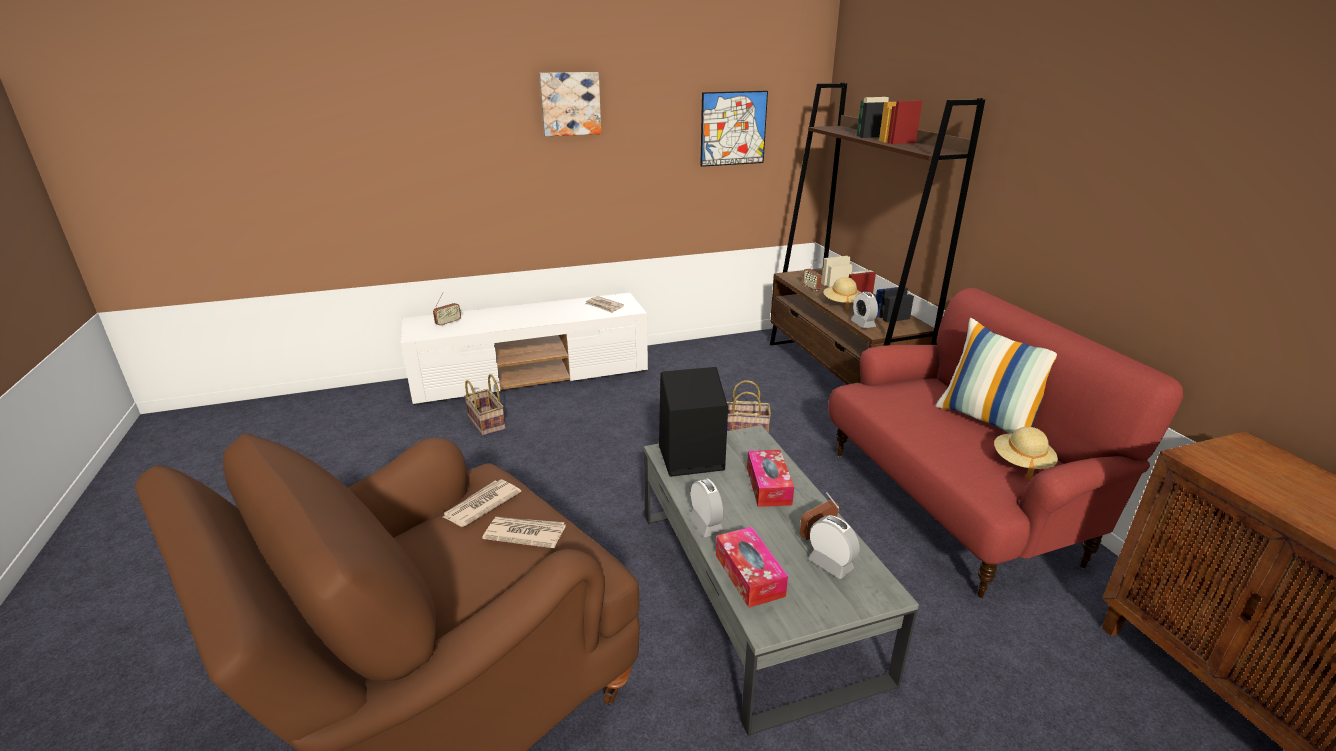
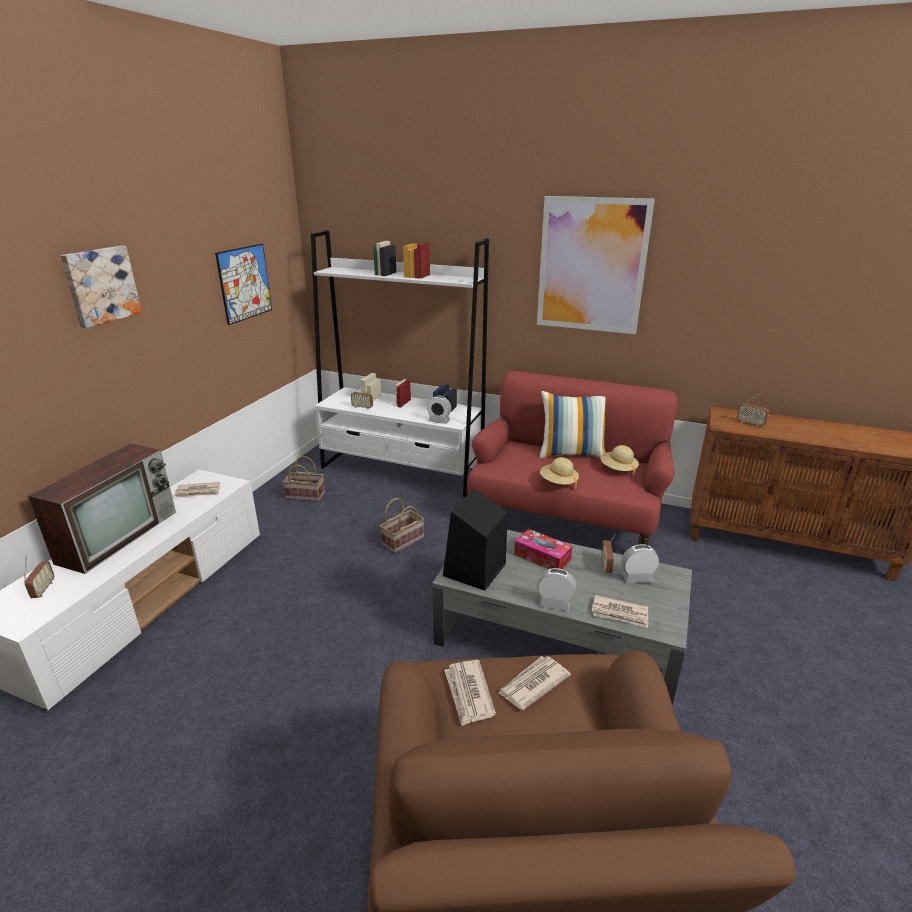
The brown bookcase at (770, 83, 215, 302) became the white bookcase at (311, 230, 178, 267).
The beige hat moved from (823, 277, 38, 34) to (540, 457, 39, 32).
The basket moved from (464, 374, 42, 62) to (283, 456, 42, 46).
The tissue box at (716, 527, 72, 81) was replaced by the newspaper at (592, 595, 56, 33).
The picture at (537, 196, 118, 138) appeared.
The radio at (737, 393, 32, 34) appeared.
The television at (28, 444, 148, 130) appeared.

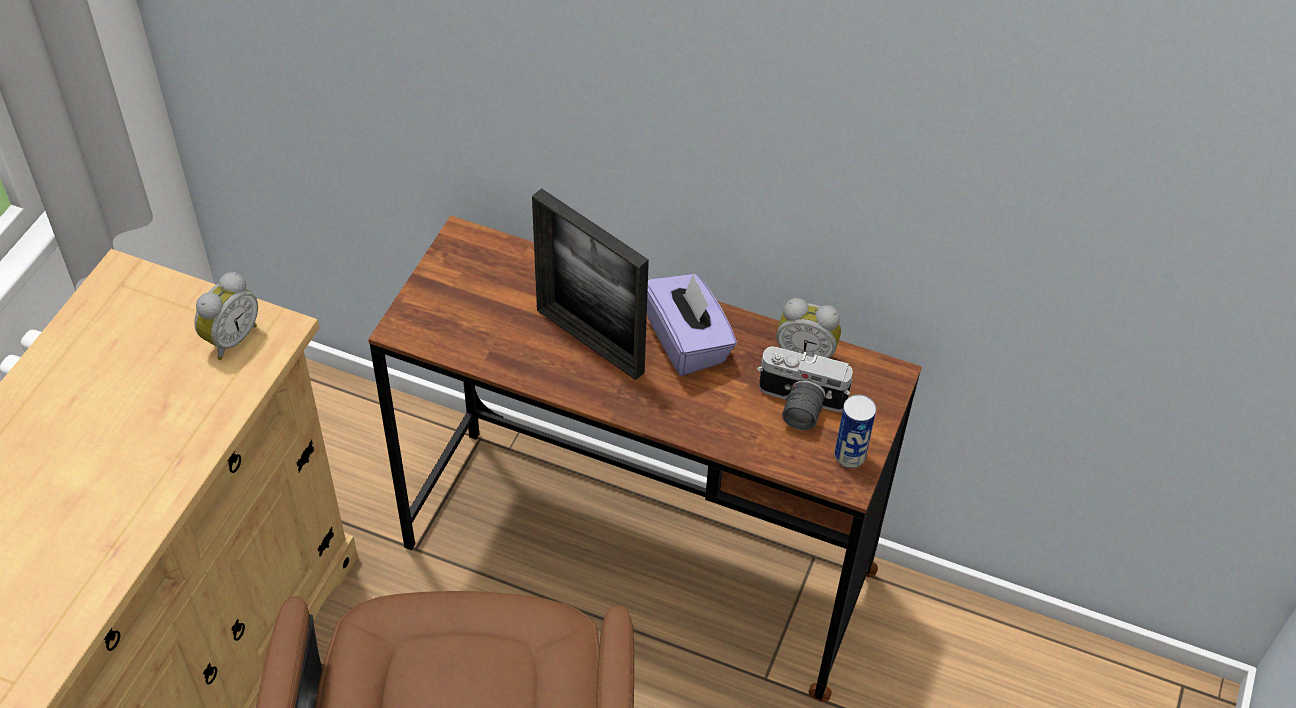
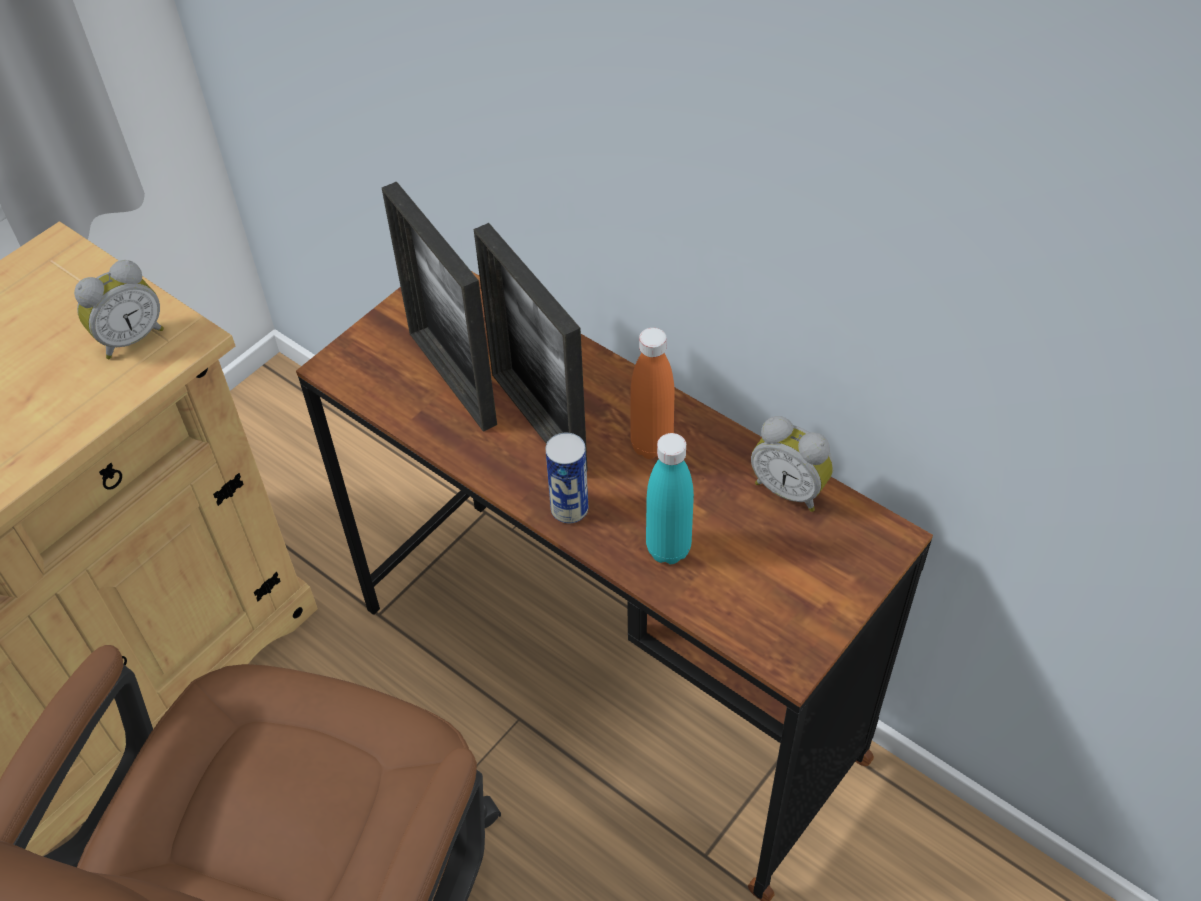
The purple tissue box at (647, 273, 90, 103) was replaced by the orange bottle at (630, 328, 45, 131).
The photo camera at (757, 347, 96, 83) disappeared.
The can moved from (835, 395, 41, 73) to (545, 433, 43, 90).
The picture frame at (382, 182, 115, 250) appeared.
The turquoise bottle at (646, 433, 48, 131) appeared.

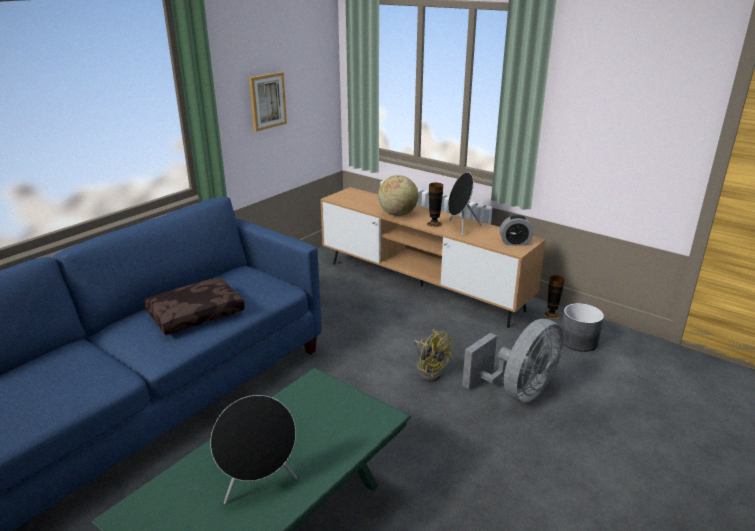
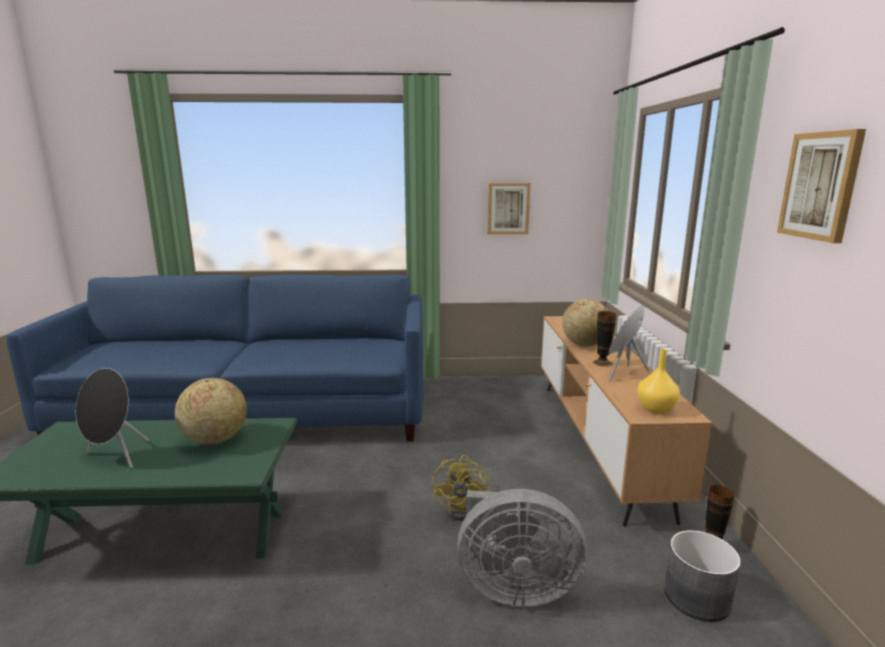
The alarm clock at (500, 215, 33, 31) was replaced by the yellow vase at (637, 349, 43, 65).
The brown pillow at (144, 277, 101, 58) disappeared.
The picture at (777, 129, 89, 114) appeared.
The globe at (175, 378, 72, 67) appeared.

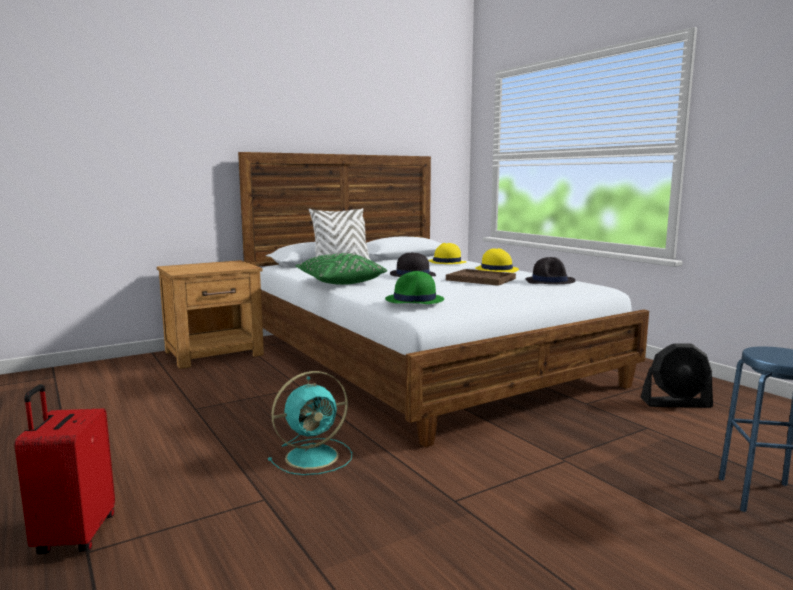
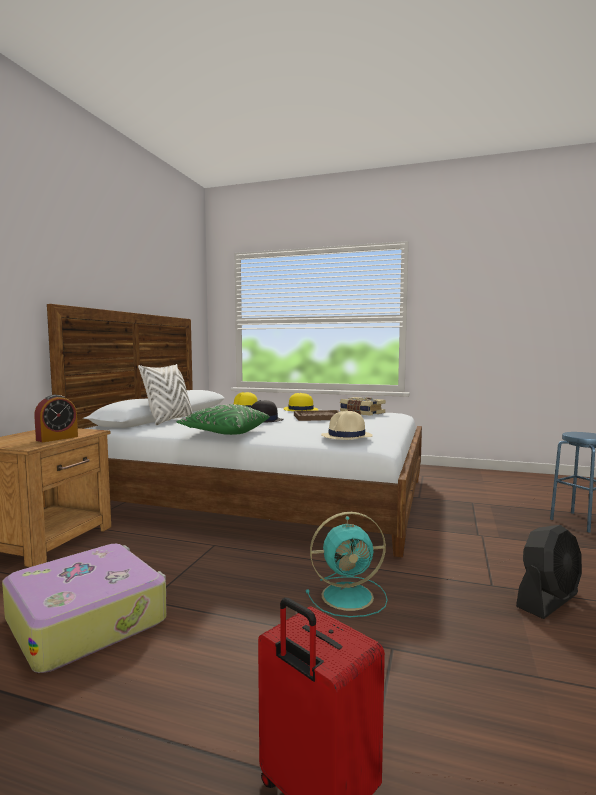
The black hat at (525, 257, 51, 27) was replaced by the book at (340, 397, 46, 19).
The green hat at (385, 271, 59, 33) became the beige hat at (321, 411, 52, 29).
The black fan moved from (641, 343, 72, 65) to (516, 525, 66, 94).
The turquoise fan at (268, 371, 84, 104) turned 60 degrees clockwise.
The alarm clock at (34, 395, 44, 47) appeared.
The suitcase at (2, 544, 165, 129) appeared.

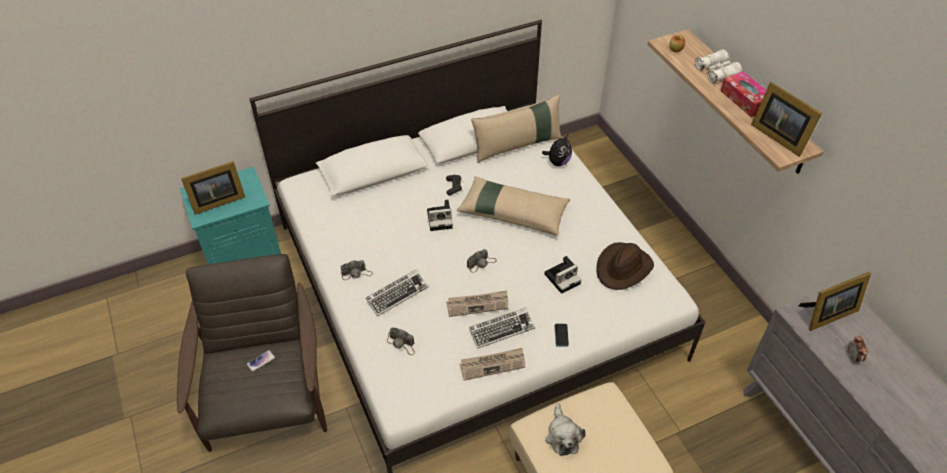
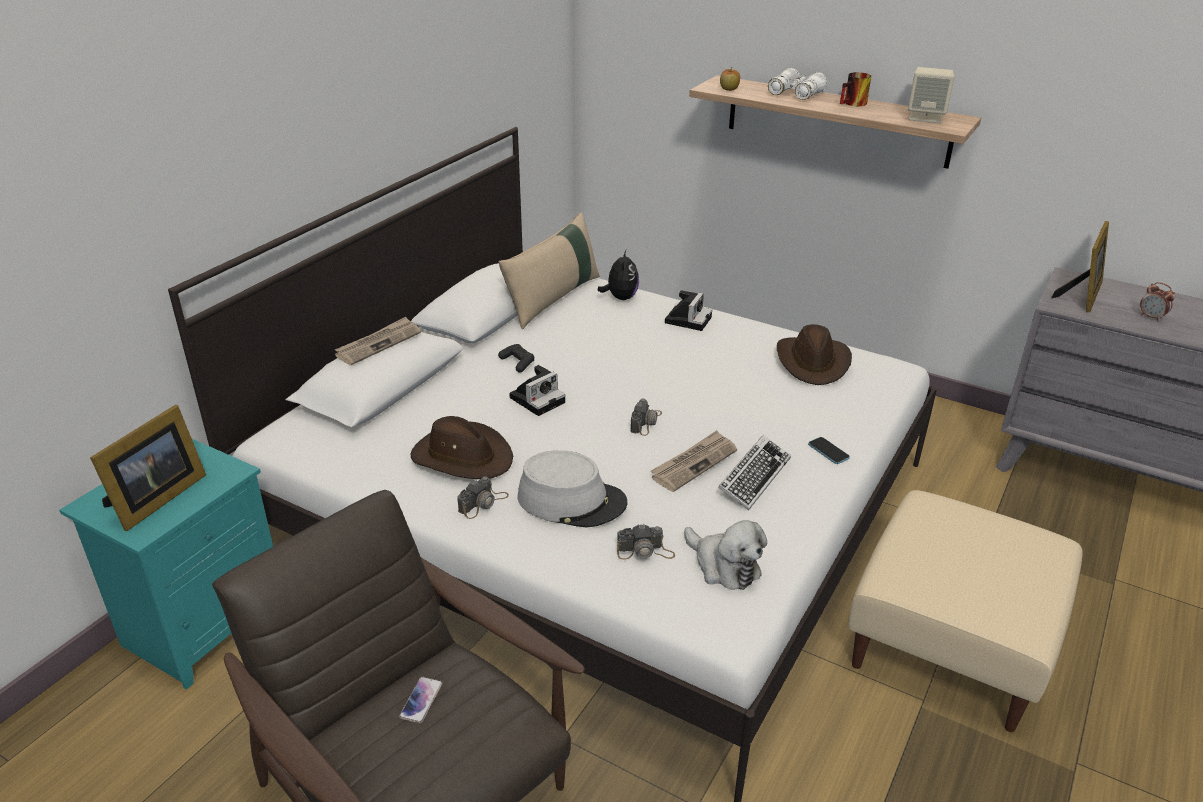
The tissue box at (720, 71, 46, 46) was replaced by the mug at (840, 72, 31, 34).
The picture frame at (751, 82, 71, 75) was replaced by the beige speaker at (908, 67, 46, 56).
The beige pillow at (457, 176, 113, 59) disappeared.
The photo camera moved from (544, 256, 37, 38) to (665, 290, 47, 41).
The keyboard at (366, 269, 62, 48) was replaced by the grey hat at (518, 450, 110, 78).
The newspaper moved from (459, 348, 66, 33) to (335, 317, 86, 48).
The plush toy moved from (546, 403, 40, 53) to (684, 520, 83, 70).
The brown hat at (411, 416, 102, 63) appeared.

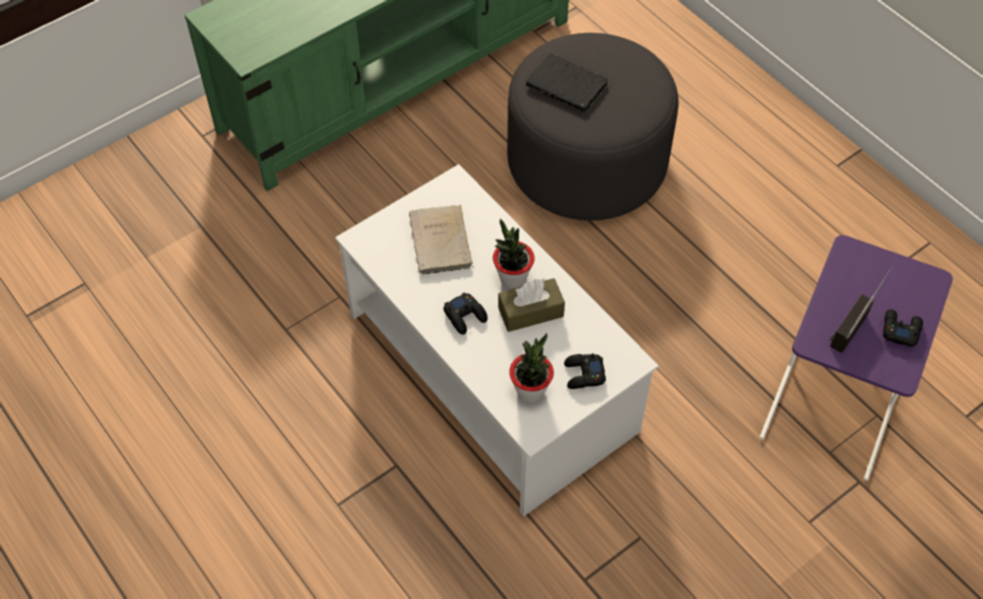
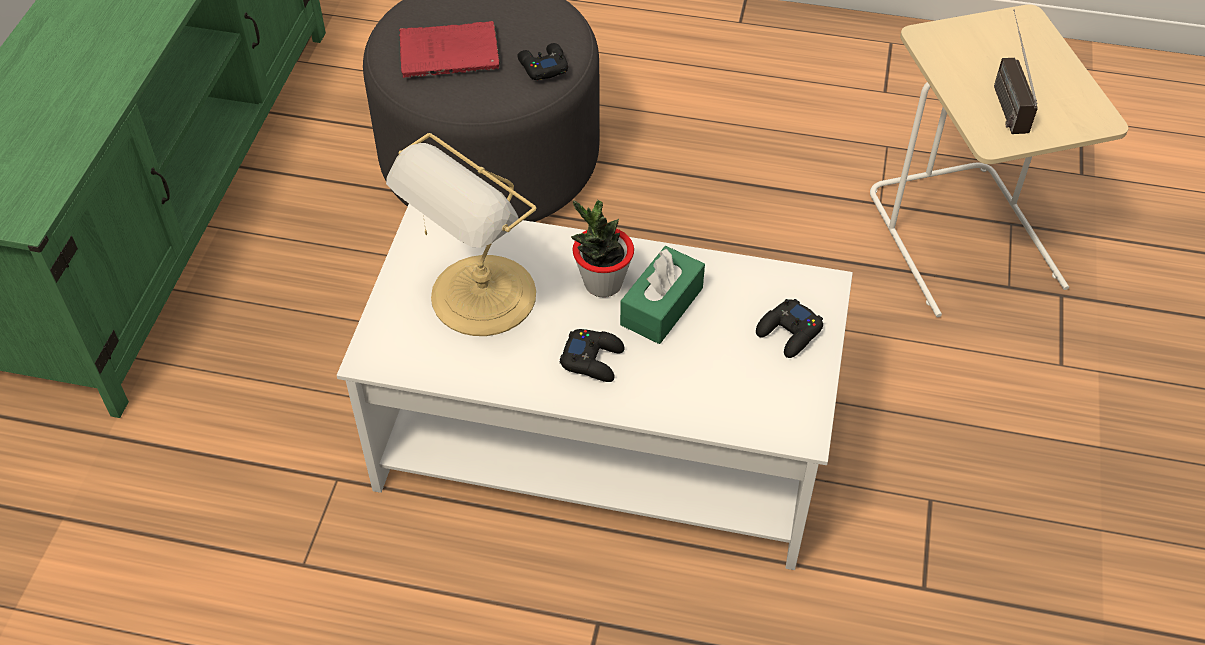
The black book at (526, 53, 84, 59) became the red book at (399, 21, 102, 57).
The beige book at (409, 205, 64, 69) was replaced by the table lamp at (386, 133, 150, 203).
The purple side table at (759, 235, 194, 246) became the beige side table at (870, 5, 258, 312).
The brown tissue box at (498, 278, 67, 54) became the green tissue box at (620, 246, 85, 98).
The black game controller moved from (883, 309, 40, 38) to (517, 43, 51, 37).
The potted plant at (509, 333, 45, 69) disappeared.

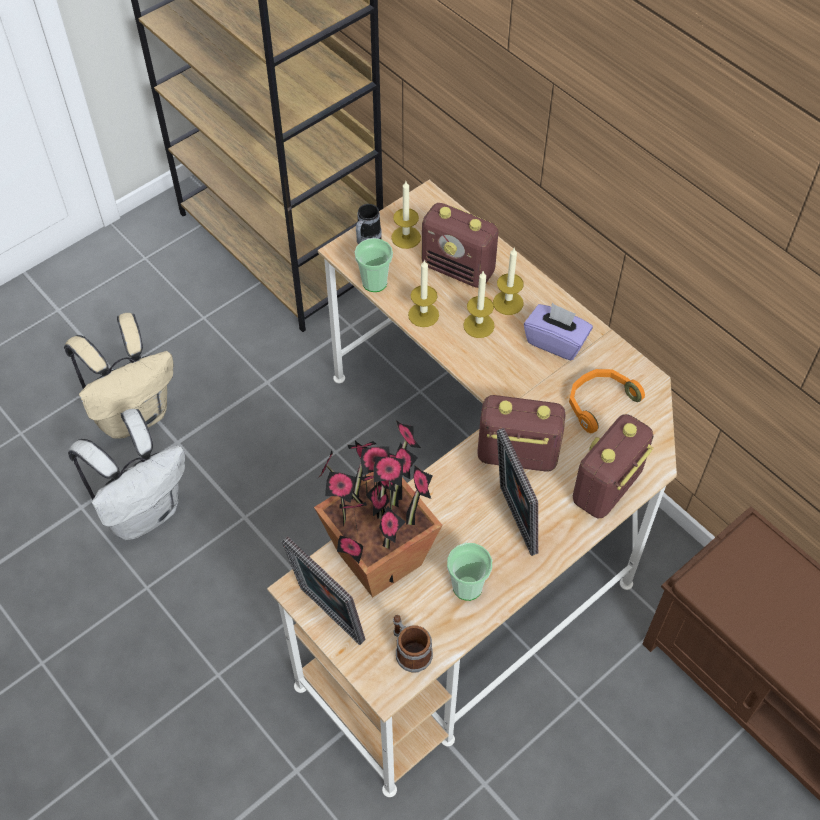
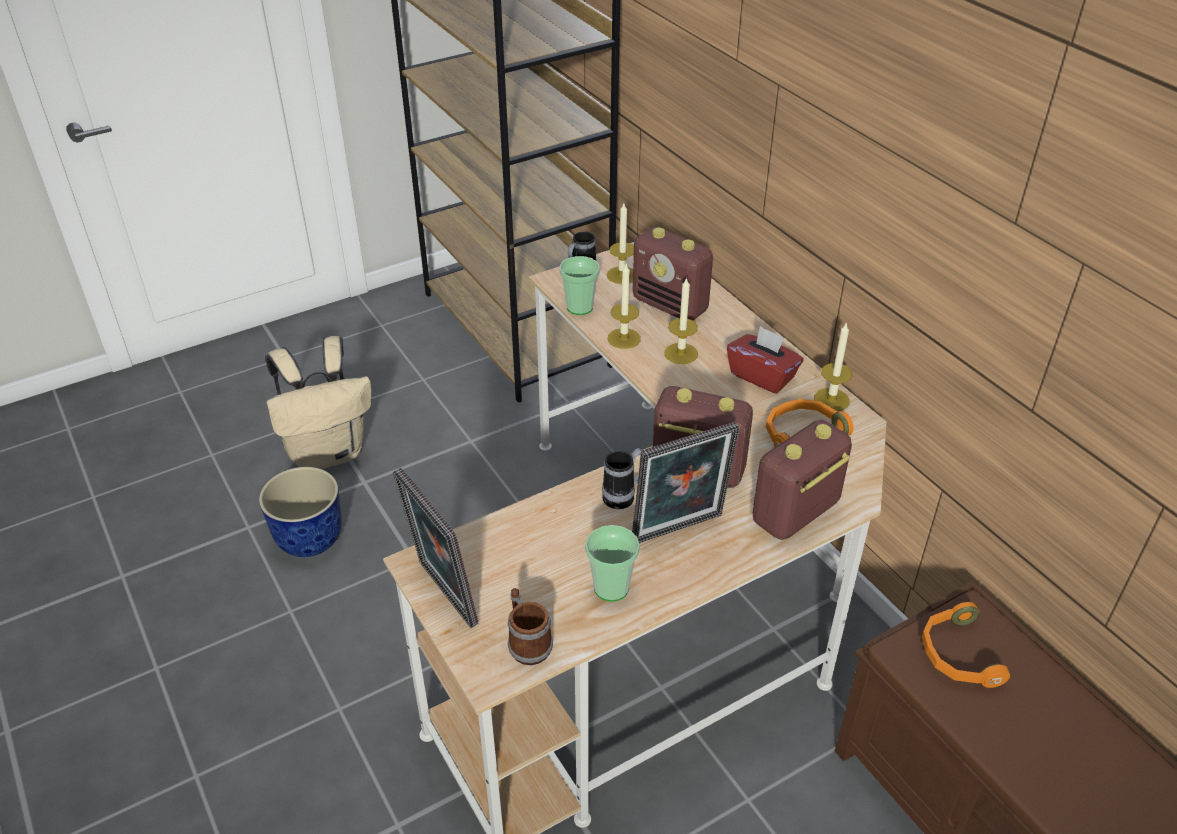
The candle moved from (493, 247, 31, 68) to (814, 322, 38, 89).
The purple tissue box at (524, 303, 69, 58) became the red tissue box at (727, 326, 77, 68).
The white backpack at (68, 409, 117, 131) was replaced by the planter at (259, 467, 83, 90).
The potted plant at (314, 420, 128, 177) disappeared.
The picture frame at (497, 428, 41, 128) turned 105 degrees counterclockwise.
The mug at (602, 448, 41, 61) appeared.
The orange headphones at (922, 602, 88, 86) appeared.

